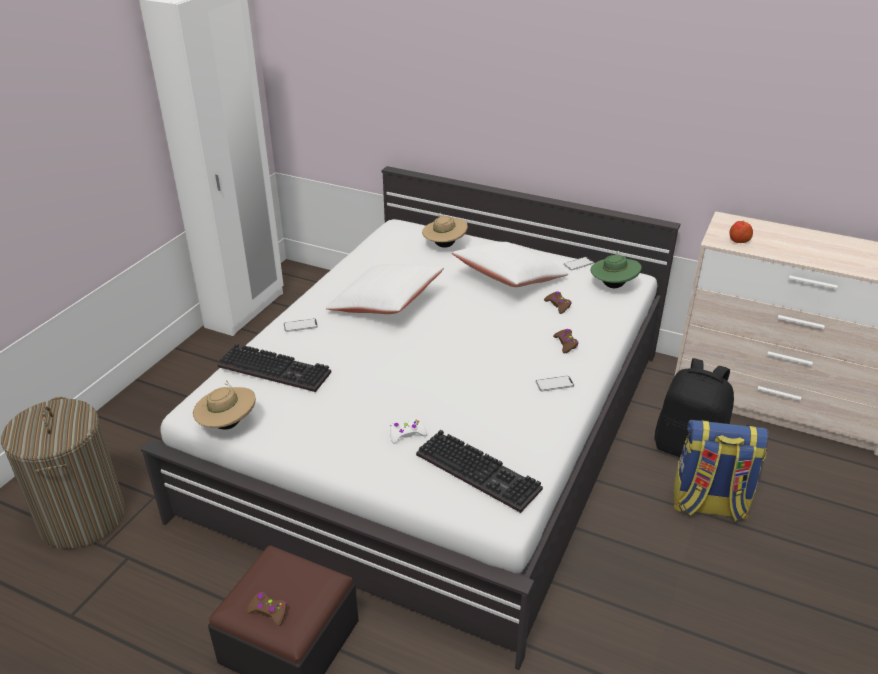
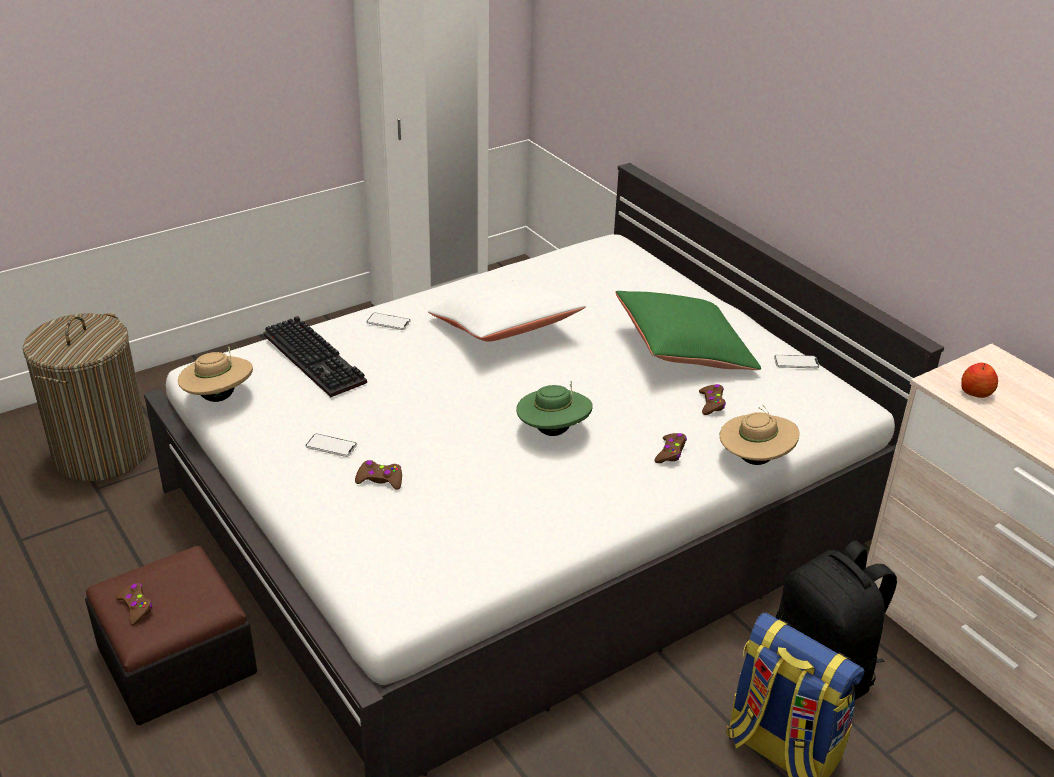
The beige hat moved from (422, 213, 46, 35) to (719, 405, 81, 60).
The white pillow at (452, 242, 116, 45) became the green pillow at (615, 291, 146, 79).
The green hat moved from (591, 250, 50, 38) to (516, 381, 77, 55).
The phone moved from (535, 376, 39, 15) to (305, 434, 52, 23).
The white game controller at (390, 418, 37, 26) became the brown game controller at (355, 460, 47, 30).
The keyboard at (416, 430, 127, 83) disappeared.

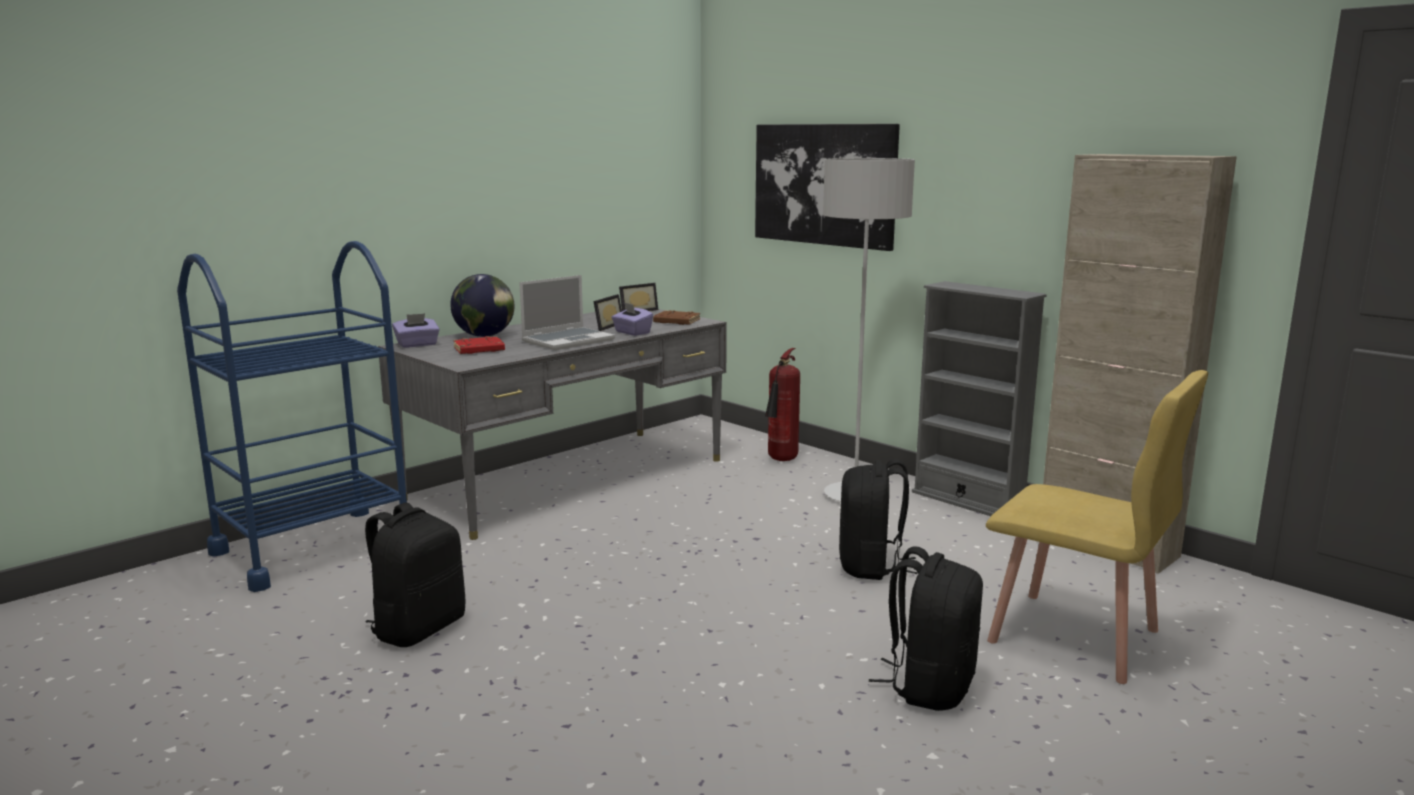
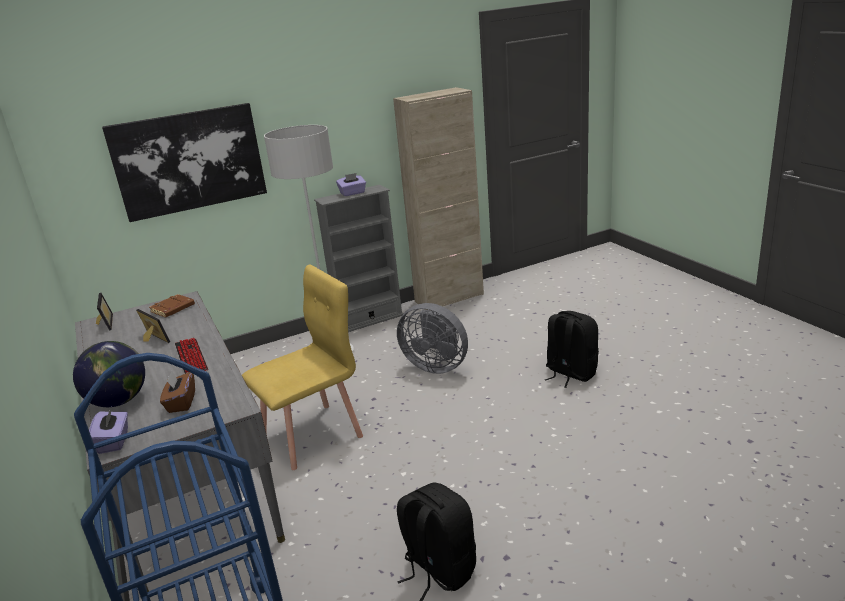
The laptop at (519, 275, 96, 75) was replaced by the keyboard at (175, 338, 33, 36).
The purple tissue box moved from (611, 302, 42, 34) to (336, 173, 30, 23).
The red book at (453, 336, 52, 18) was replaced by the brown tissue box at (160, 371, 35, 42).
The fire extinguisher at (765, 348, 35, 113) disappeared.
The yellow chair moved from (986, 370, 222, 314) to (242, 264, 121, 206).
The black backpack at (839, 459, 79, 121) was replaced by the grey fan at (397, 303, 71, 71).

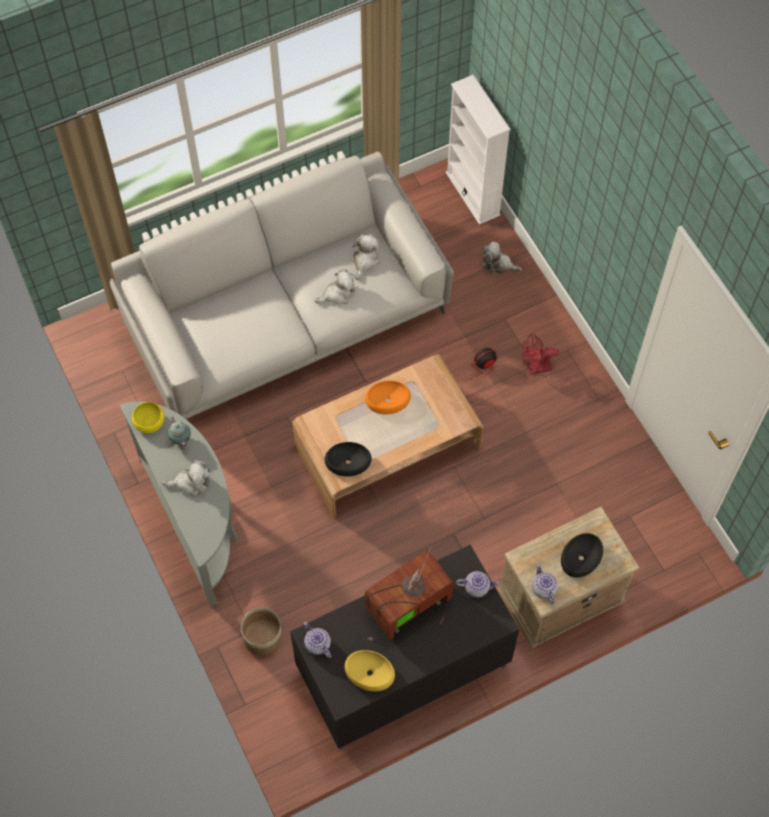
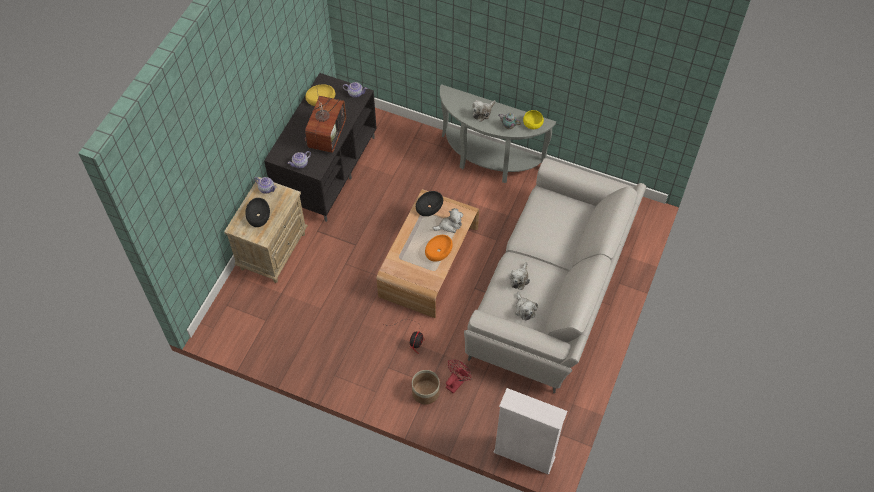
The plush toy moved from (482, 242, 40, 32) to (433, 208, 30, 25).
The red fan moved from (522, 333, 37, 41) to (446, 360, 25, 34).
The planter moved from (241, 607, 42, 49) to (412, 370, 28, 35).

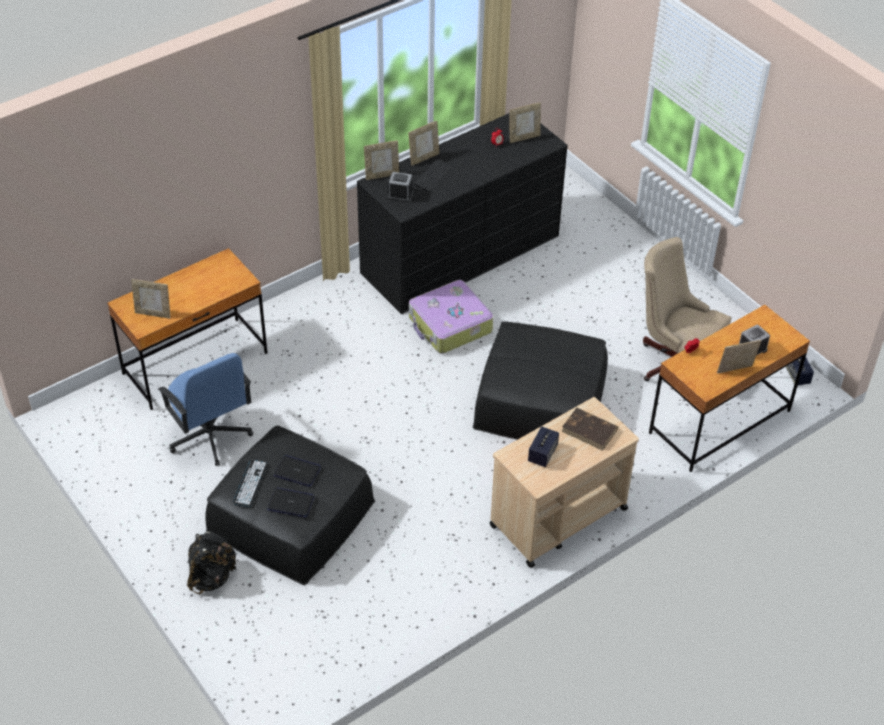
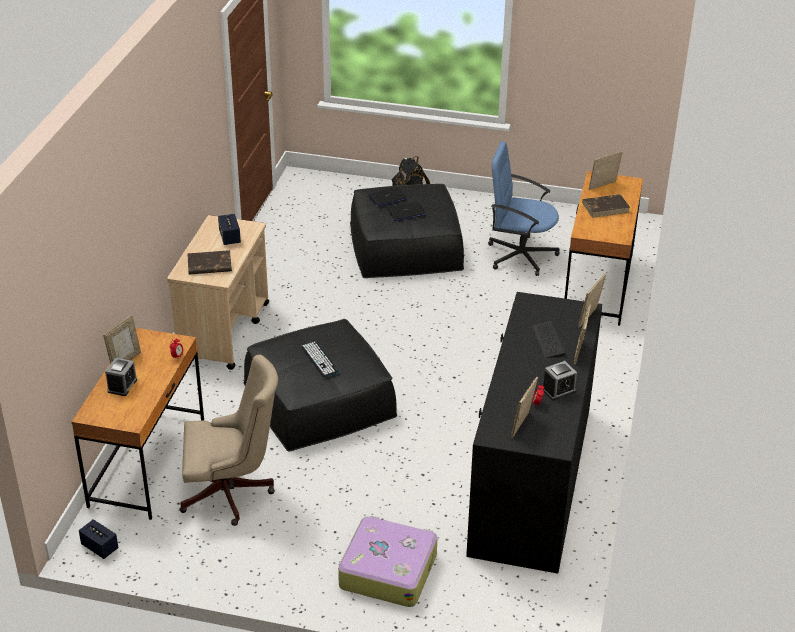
The alarm clock moved from (387, 172, 27, 30) to (543, 361, 34, 39).
The suitcase moved from (409, 280, 84, 73) to (338, 516, 100, 91).
The keyboard moved from (233, 460, 35, 47) to (301, 341, 39, 36).
The brown book at (582, 194, 48, 24) appeared.

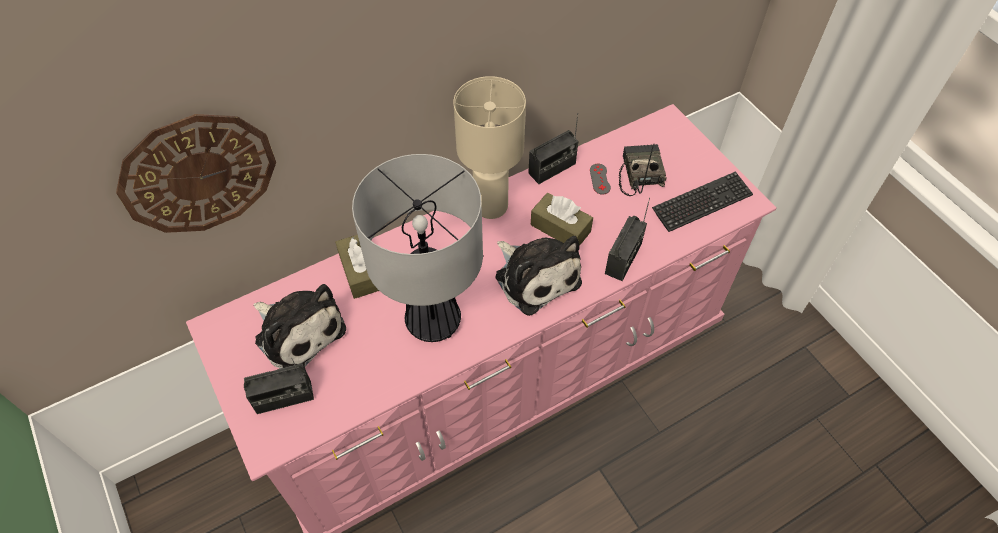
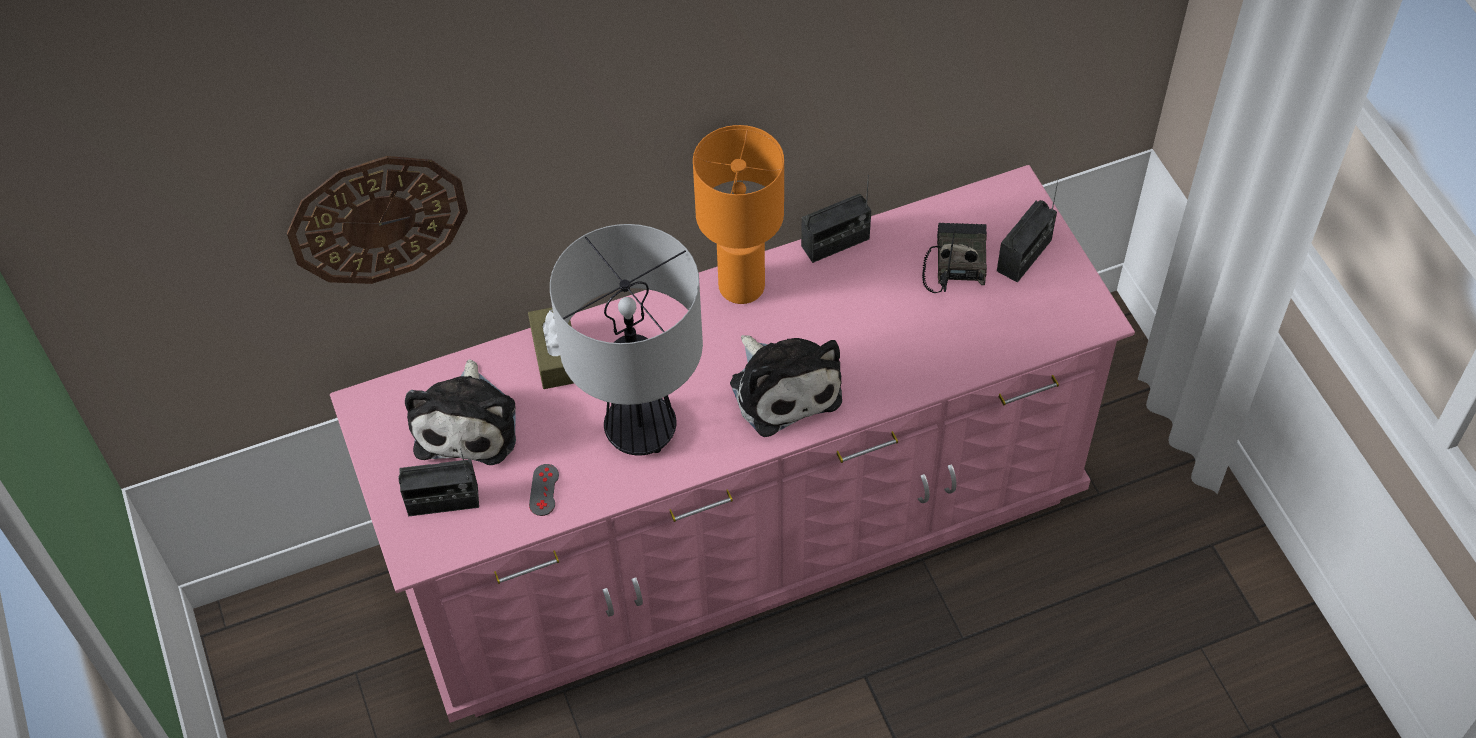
The beige table lamp at (454, 76, 72, 143) became the orange table lamp at (693, 125, 91, 179).
The grey game controller moved from (590, 164, 21, 31) to (529, 464, 30, 52).
The keyboard at (652, 171, 101, 61) disappeared.
The brown tissue box at (531, 193, 62, 53) disappeared.
The radio moved from (605, 198, 45, 83) to (997, 178, 62, 104).
The plush toy at (253, 284, 93, 85) turned 45 degrees clockwise.

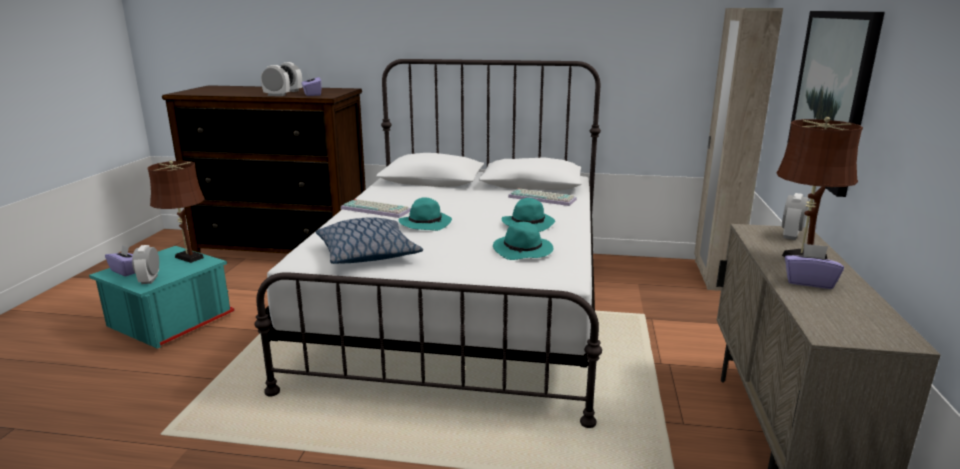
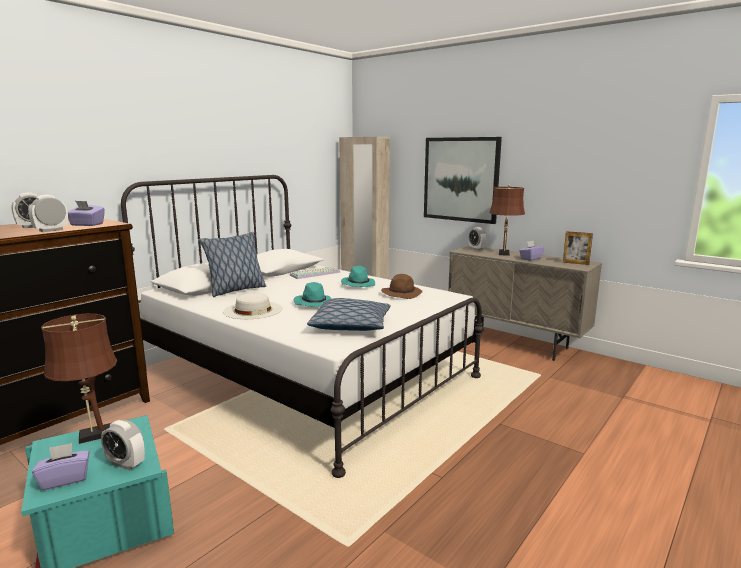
The keyboard at (341, 199, 70, 19) was replaced by the white hat at (223, 293, 59, 26).
The turquoise hat at (493, 222, 60, 38) became the brown hat at (381, 274, 41, 25).
The picture frame at (563, 231, 30, 34) appeared.
The pillow at (198, 232, 68, 65) appeared.

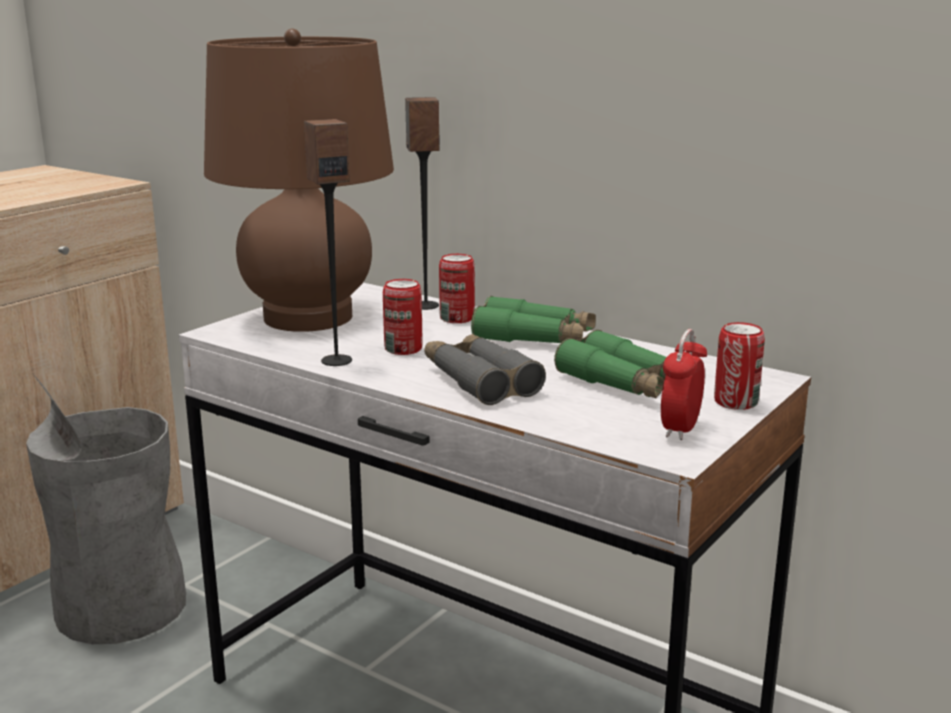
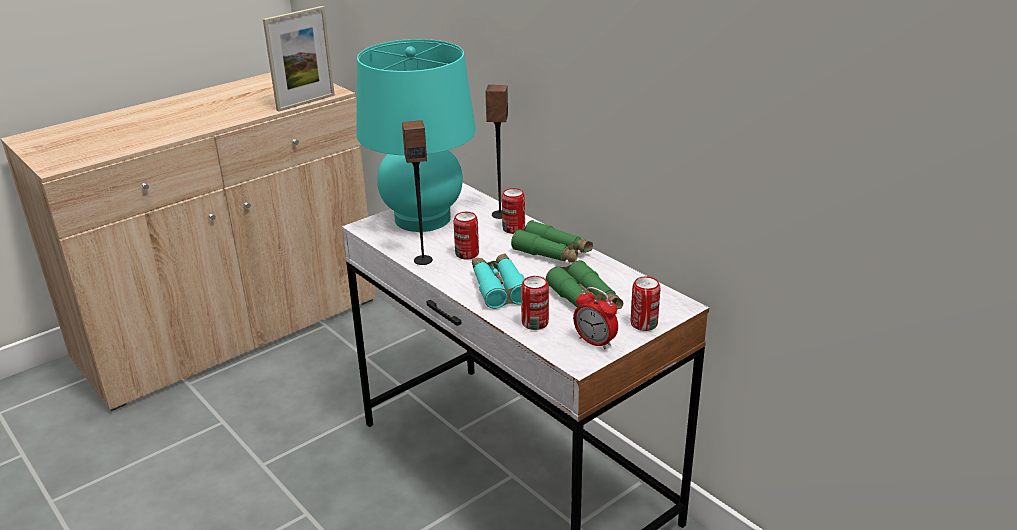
The brown table lamp at (204, 29, 190, 303) became the turquoise table lamp at (356, 39, 120, 193).
The alarm clock at (661, 329, 46, 111) turned 90 degrees counterclockwise.
The grey binoculars at (424, 334, 122, 71) became the turquoise binoculars at (472, 253, 53, 56).
The grey trash can at (26, 374, 160, 270) disappeared.
The picture frame at (263, 6, 72, 106) appeared.
The can at (521, 276, 28, 54) appeared.

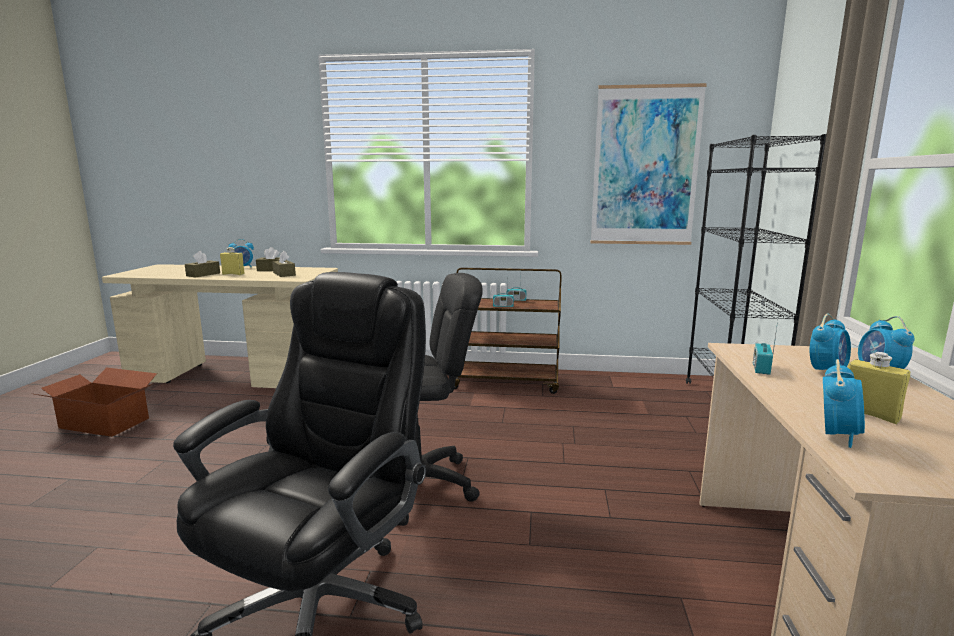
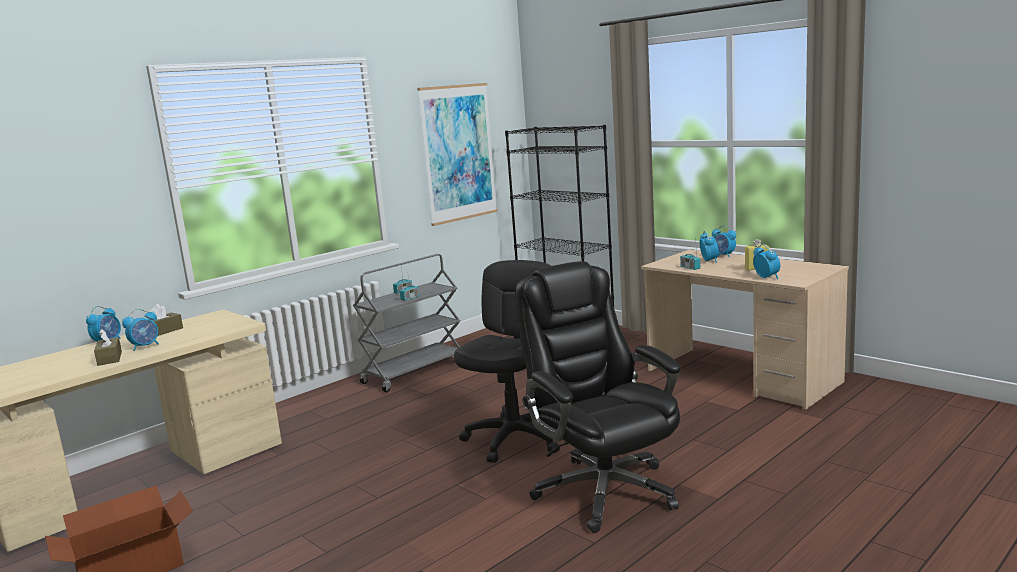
The yellow bottle at (220, 247, 25, 28) was replaced by the alarm clock at (122, 309, 37, 42).
The brown tissue box at (272, 250, 24, 27) disappeared.
The brown cart at (454, 268, 108, 126) became the grey cart at (353, 254, 107, 138).

